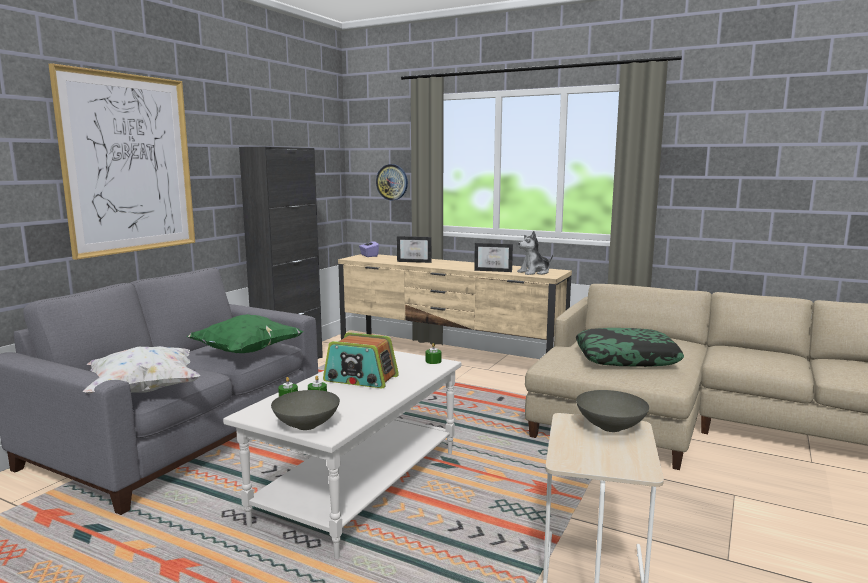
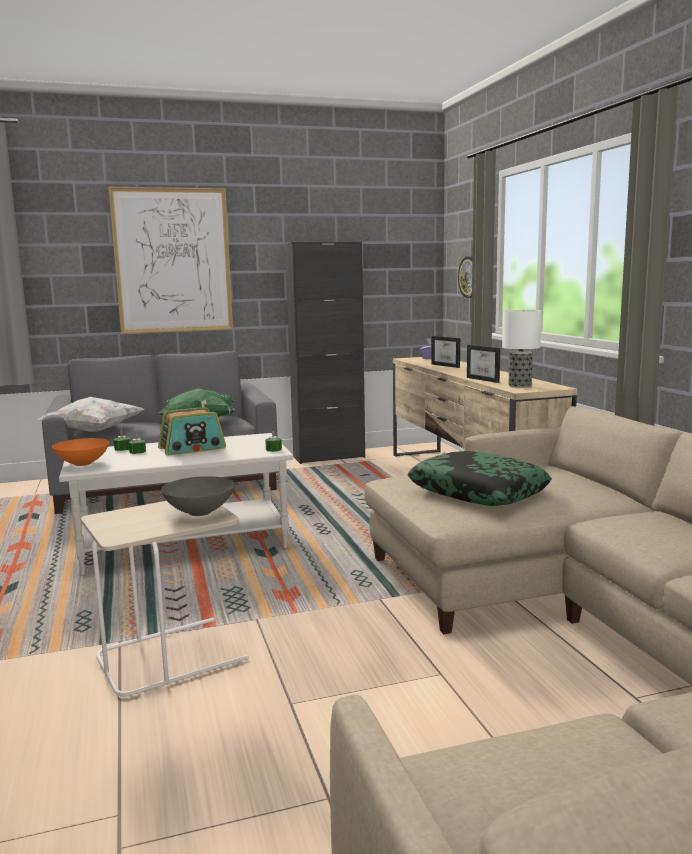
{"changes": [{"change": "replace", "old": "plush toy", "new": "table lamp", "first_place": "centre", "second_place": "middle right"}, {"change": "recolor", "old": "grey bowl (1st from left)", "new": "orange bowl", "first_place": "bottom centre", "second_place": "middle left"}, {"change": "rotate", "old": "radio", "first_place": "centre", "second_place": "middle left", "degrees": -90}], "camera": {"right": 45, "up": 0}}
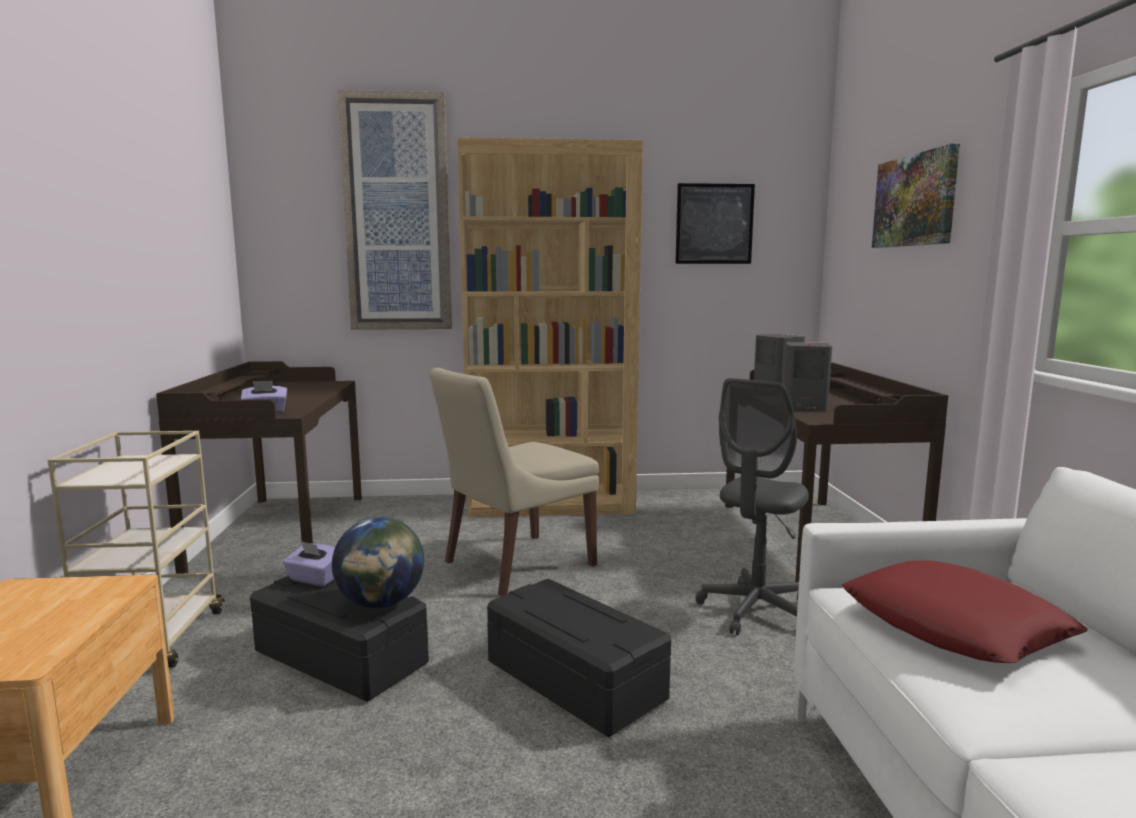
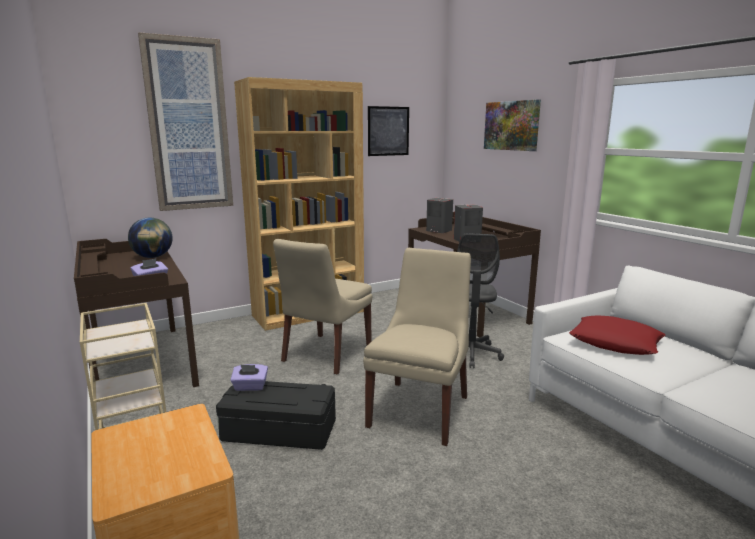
{"changes": [{"change": "move", "old": "globe", "first_place": "bottom left", "second_place": "middle left"}, {"change": "replace", "old": "black storage box (2nd from left)", "new": "beige chair (2nd from left)", "first_place": "bottom centre", "second_place": "centre"}], "camera": {"right": -25, "up": 5}}
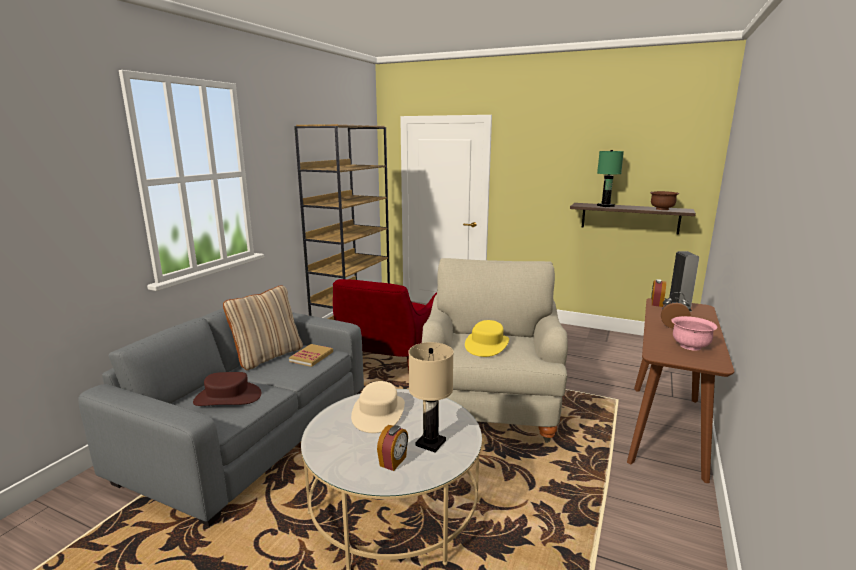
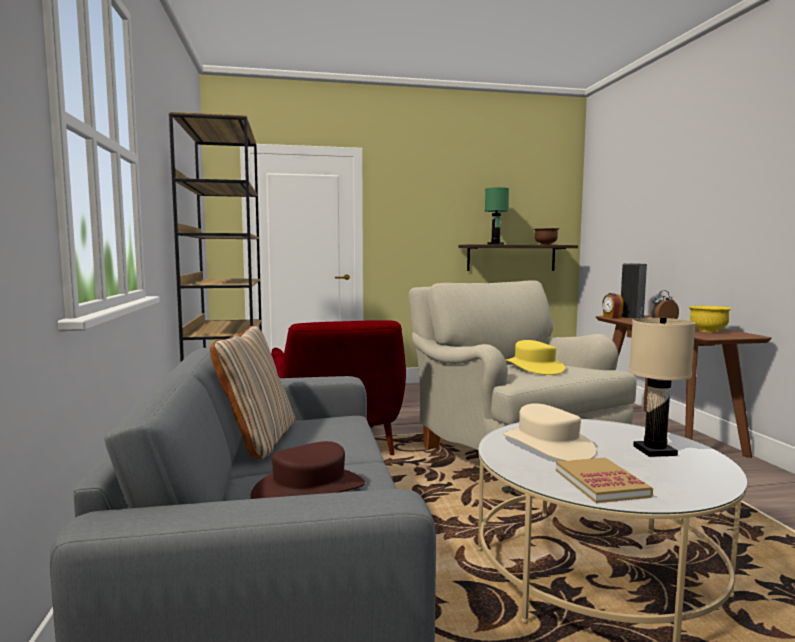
{"changes": [{"change": "delete", "old": "alarm clock (1st from left)", "first_place": "bottom centre"}, {"change": "move", "old": "book", "first_place": "centre", "second_place": "bottom right"}, {"change": "recolor", "old": "pink bowl", "new": "yellow bowl", "first_place": "middle right", "second_place": "middle right"}], "camera": {"right": -35, "up": -10}}
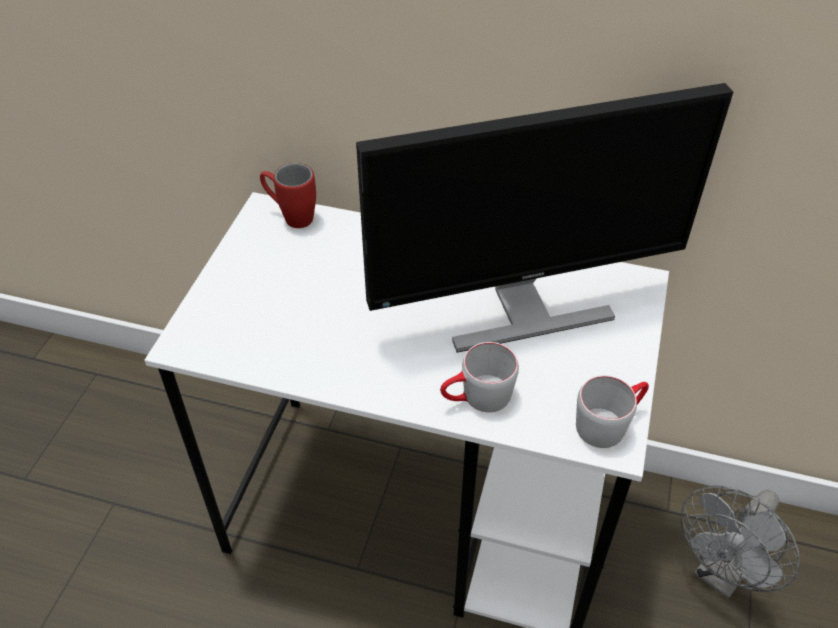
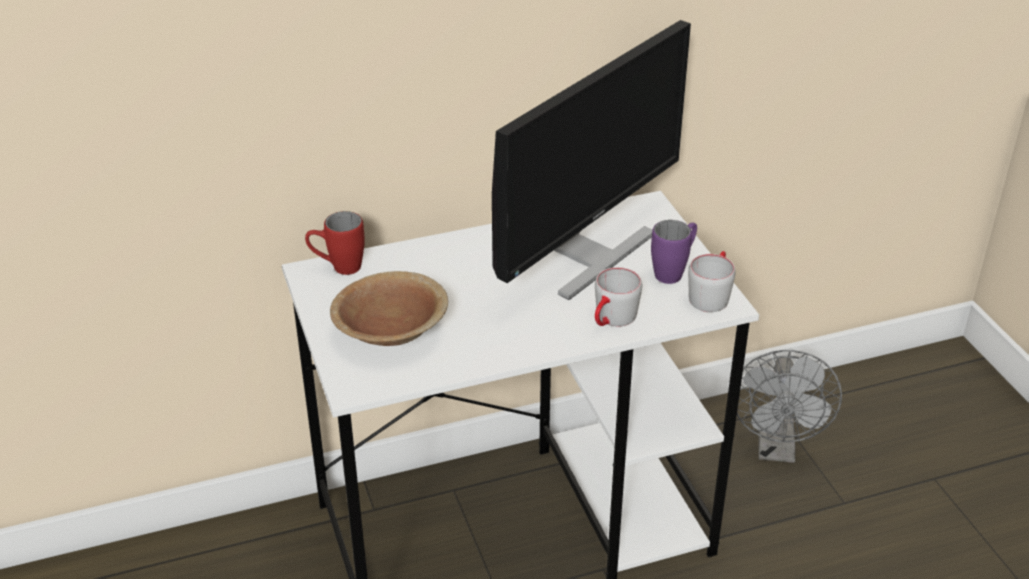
{"changes": [{"change": "insert", "new": "brown bowl", "second_place": "centre"}, {"change": "insert", "new": "purple mug", "second_place": "centre"}], "camera": {"right": -35, "up": -10}}
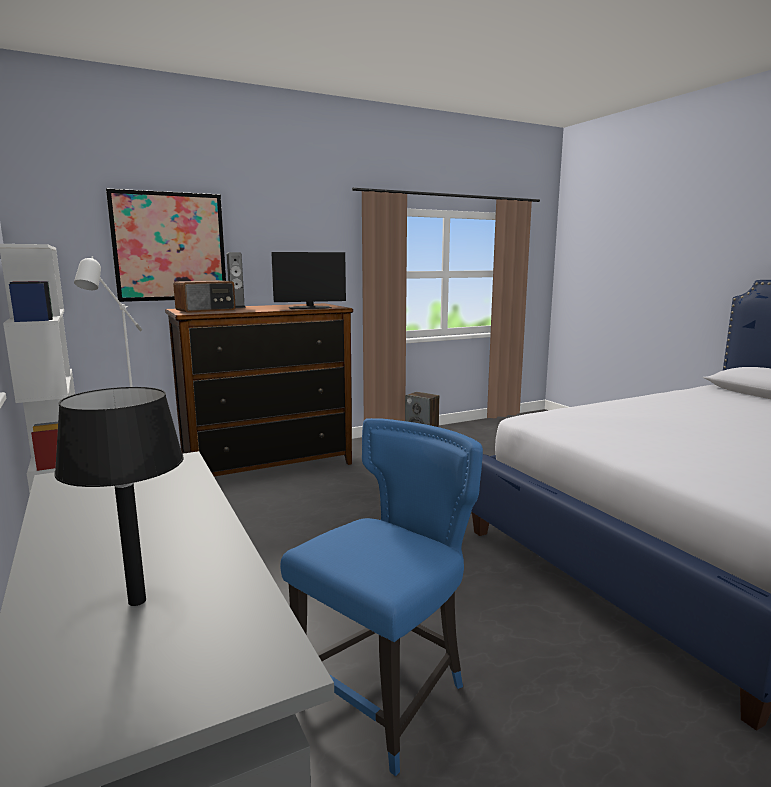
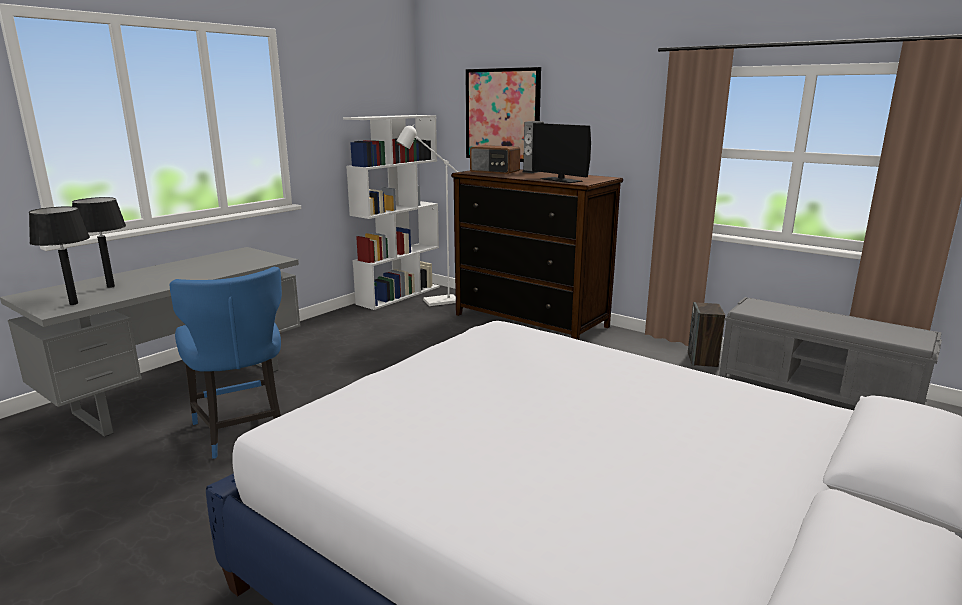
{"changes": [{"change": "insert", "new": "black table lamp (1st from left)", "second_place": "middle left"}, {"change": "insert", "new": "grey bench", "second_place": "middle right"}, {"change": "rotate", "old": "blue chair", "first_place": "bottom centre", "second_place": "middle left", "degrees": 45}], "camera": {"right": 65, "up": 5}}
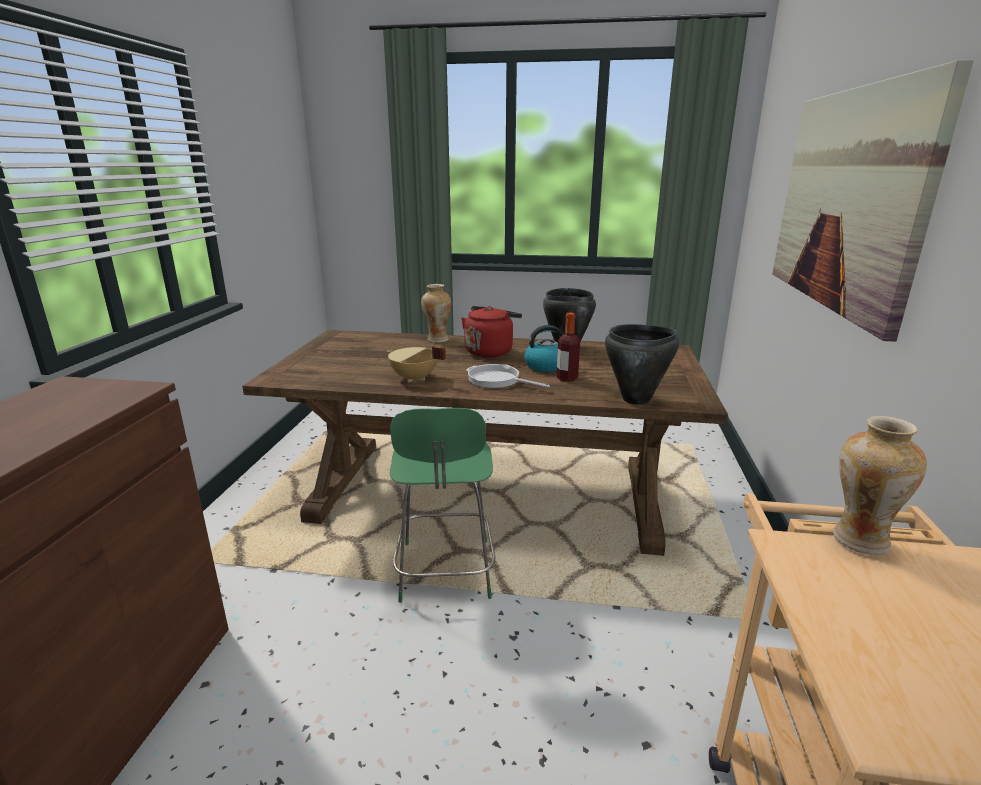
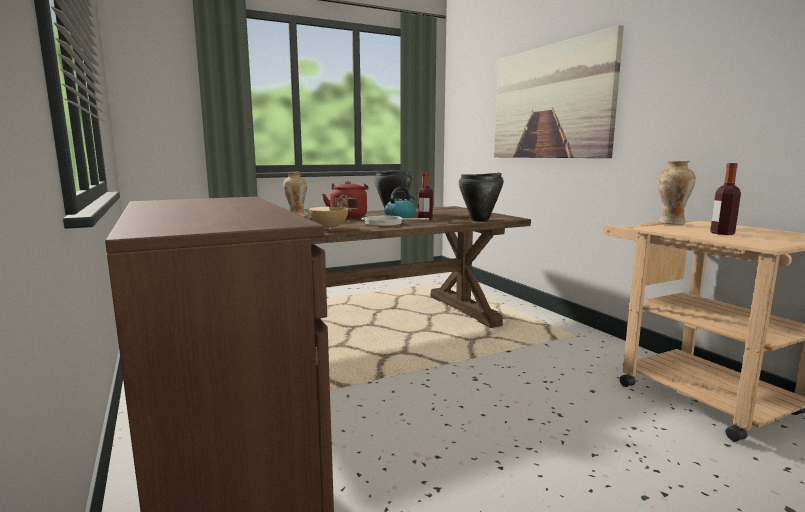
{"changes": [{"change": "delete", "old": "green chair", "first_place": "centre"}, {"change": "insert", "new": "bottle (2nd from left)", "second_place": "middle right"}], "camera": {"right": -35, "up": -10}}
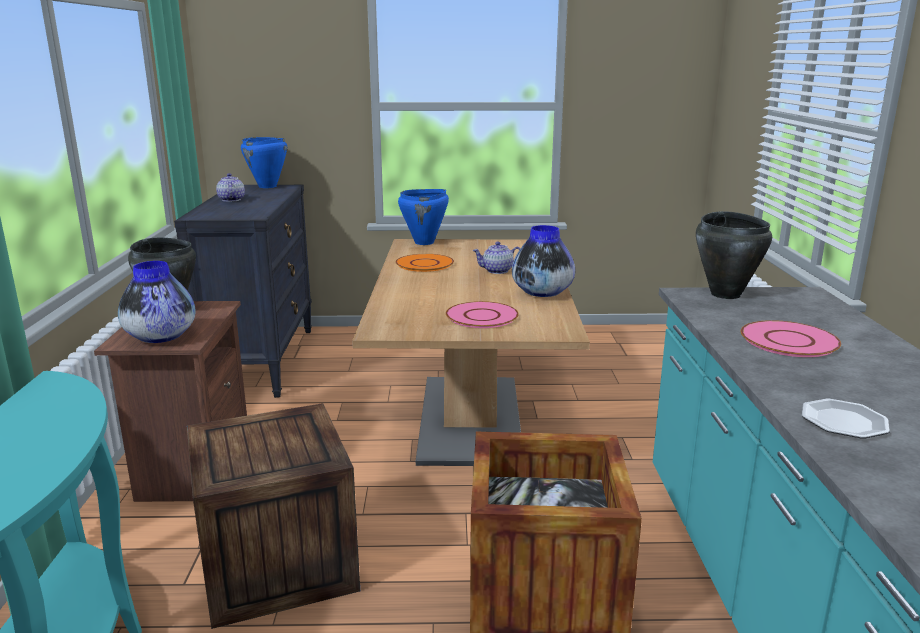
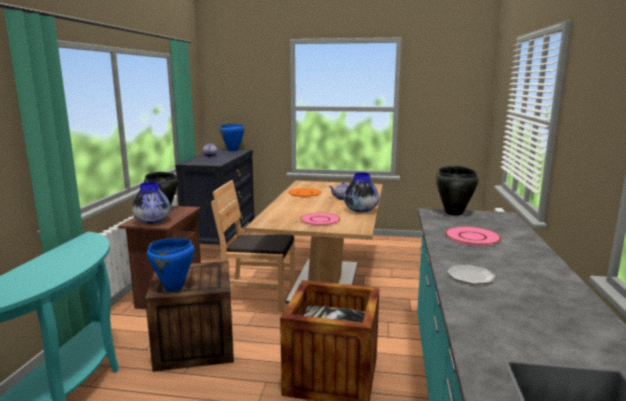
{"changes": [{"change": "insert", "new": "brown chair", "second_place": "centre"}, {"change": "move", "old": "blue cooking pot (2nd from left in the first image)", "new": "blue cooking pot (1st from left)", "first_place": "centre", "second_place": "middle left"}], "camera": {"right": 10, "up": -5}}
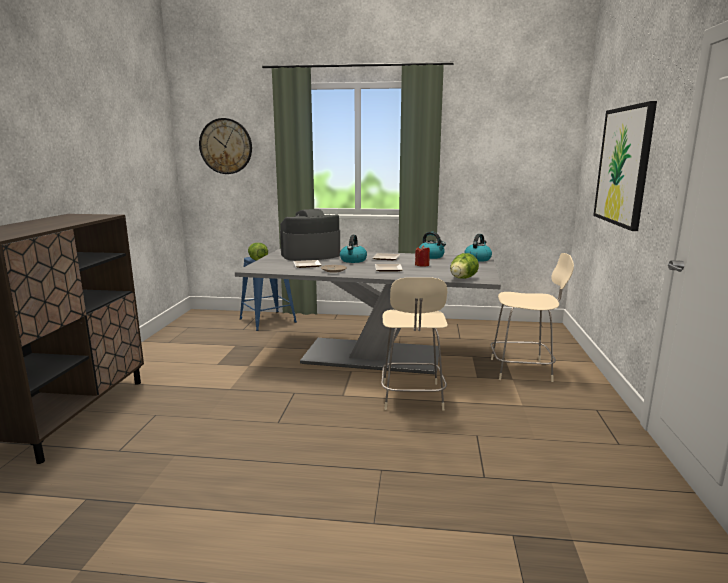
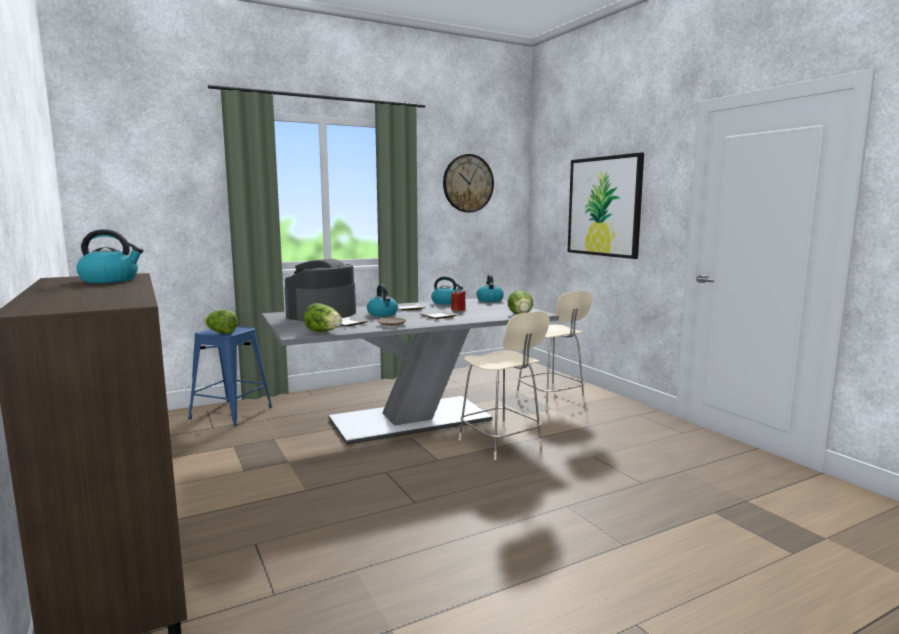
{"changes": [{"change": "insert", "new": "kettle (1st from left)", "second_place": "middle left"}, {"change": "insert", "new": "lettuce (2nd from left)", "second_place": "centre"}, {"change": "move", "old": "wall clock", "first_place": "top left", "second_place": "top centre"}, {"change": "rotate", "old": "beige chair (2nd from left)", "first_place": "middle right", "second_place": "centre", "degrees": 90}], "camera": {"right": -35, "up": -5}}
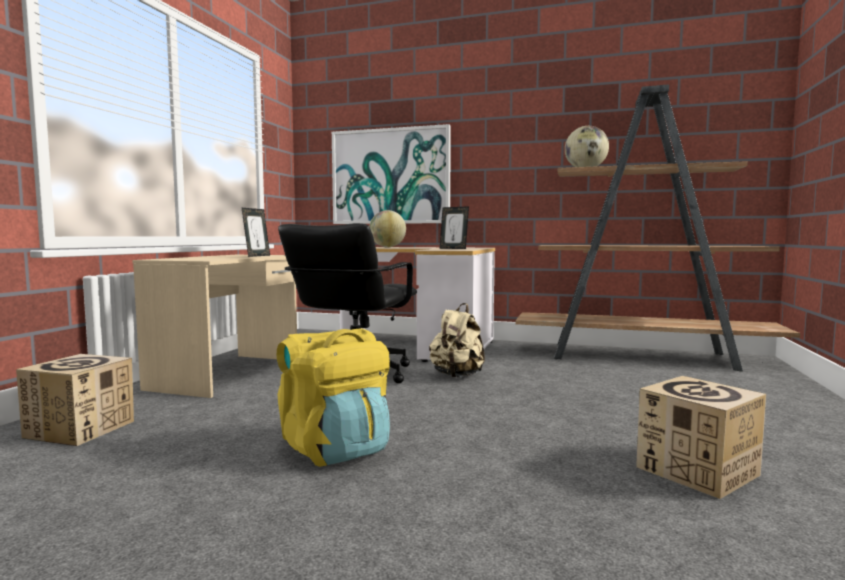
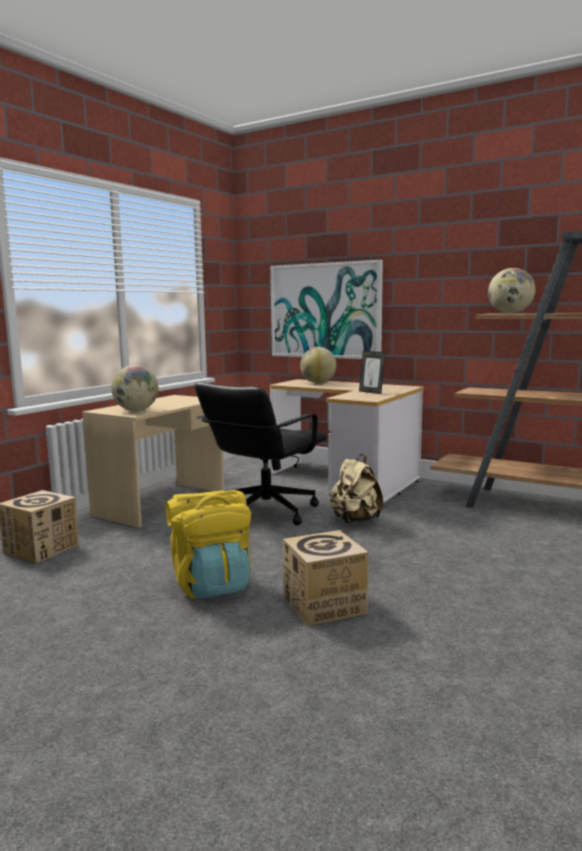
{"changes": [{"change": "delete", "old": "picture frame (1st from left)", "first_place": "middle left"}, {"change": "insert", "new": "globe (1st from left)", "second_place": "middle left"}, {"change": "move", "old": "cardboard box (2nd from left)", "first_place": "bottom right", "second_place": "bottom centre"}], "camera": {"right": 15, "up": 5}}
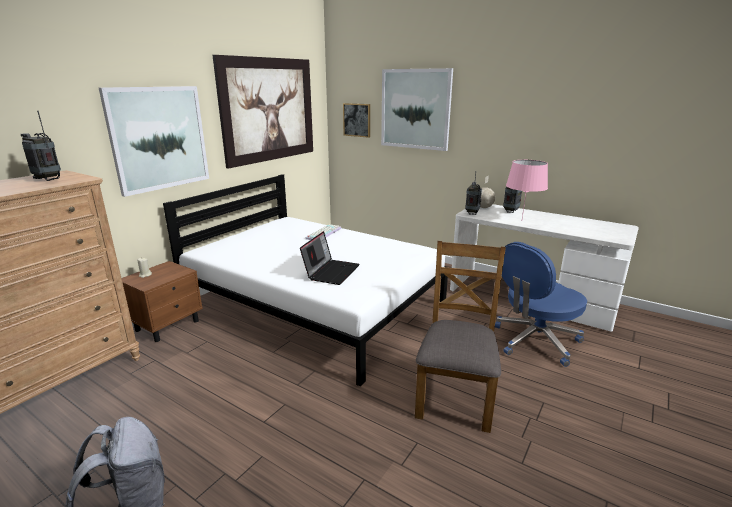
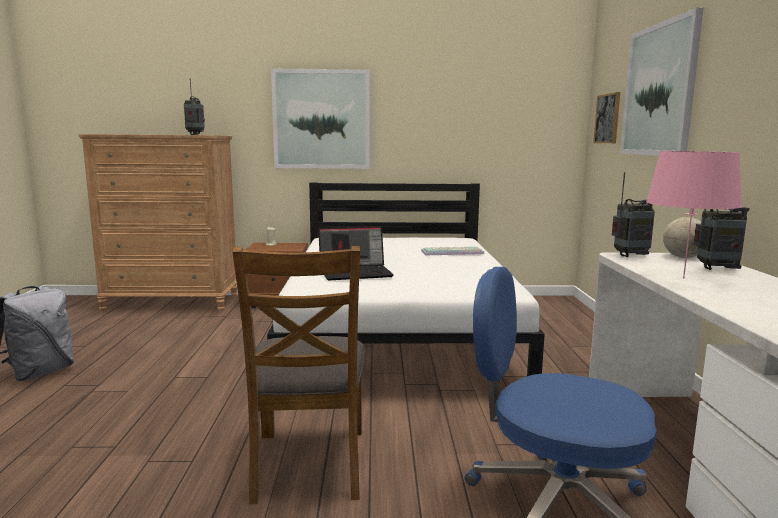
{"changes": [{"change": "delete", "old": "picture (2nd from left)", "first_place": "top centre"}, {"change": "rotate", "old": "brown chair", "first_place": "centre", "second_place": "bottom centre", "degrees": 105}], "camera": {"right": 55, "up": -10}}
